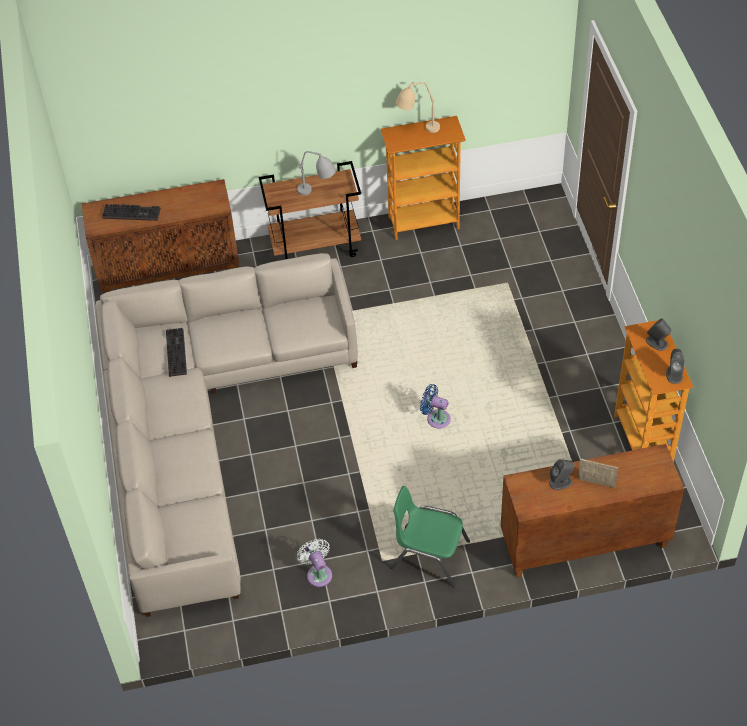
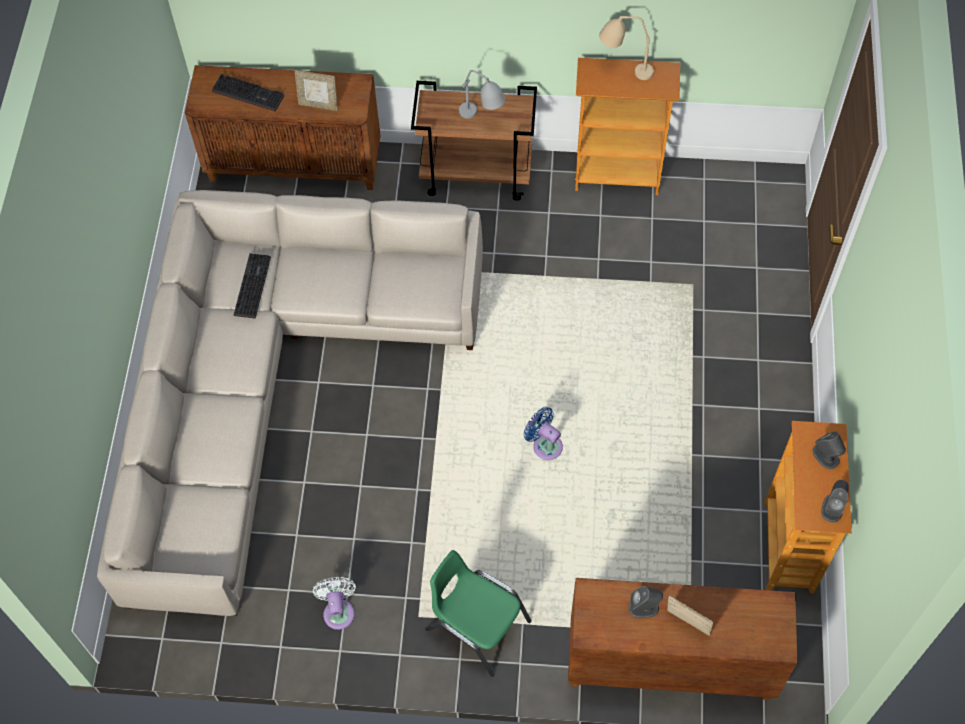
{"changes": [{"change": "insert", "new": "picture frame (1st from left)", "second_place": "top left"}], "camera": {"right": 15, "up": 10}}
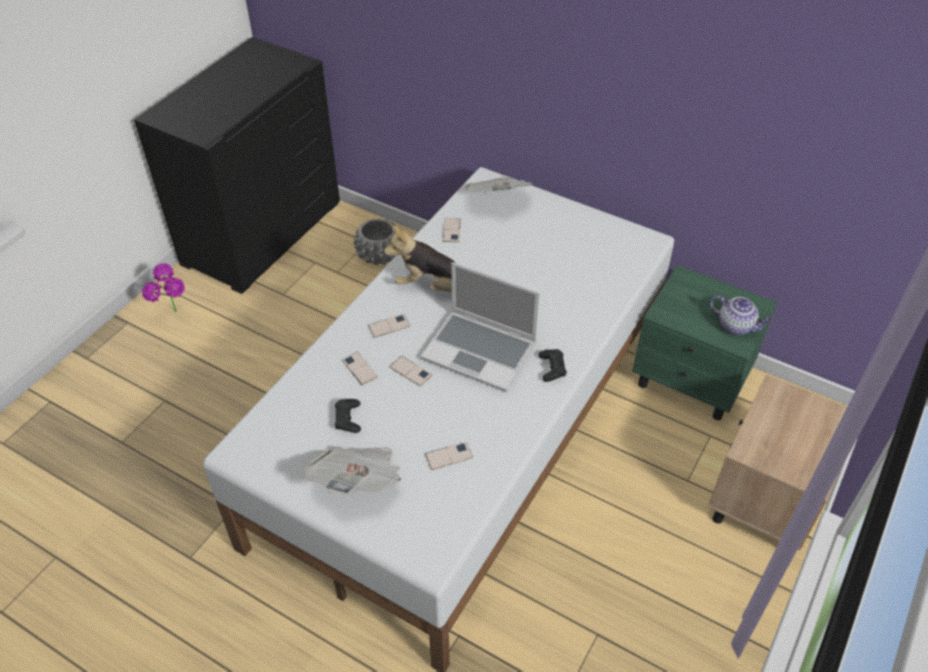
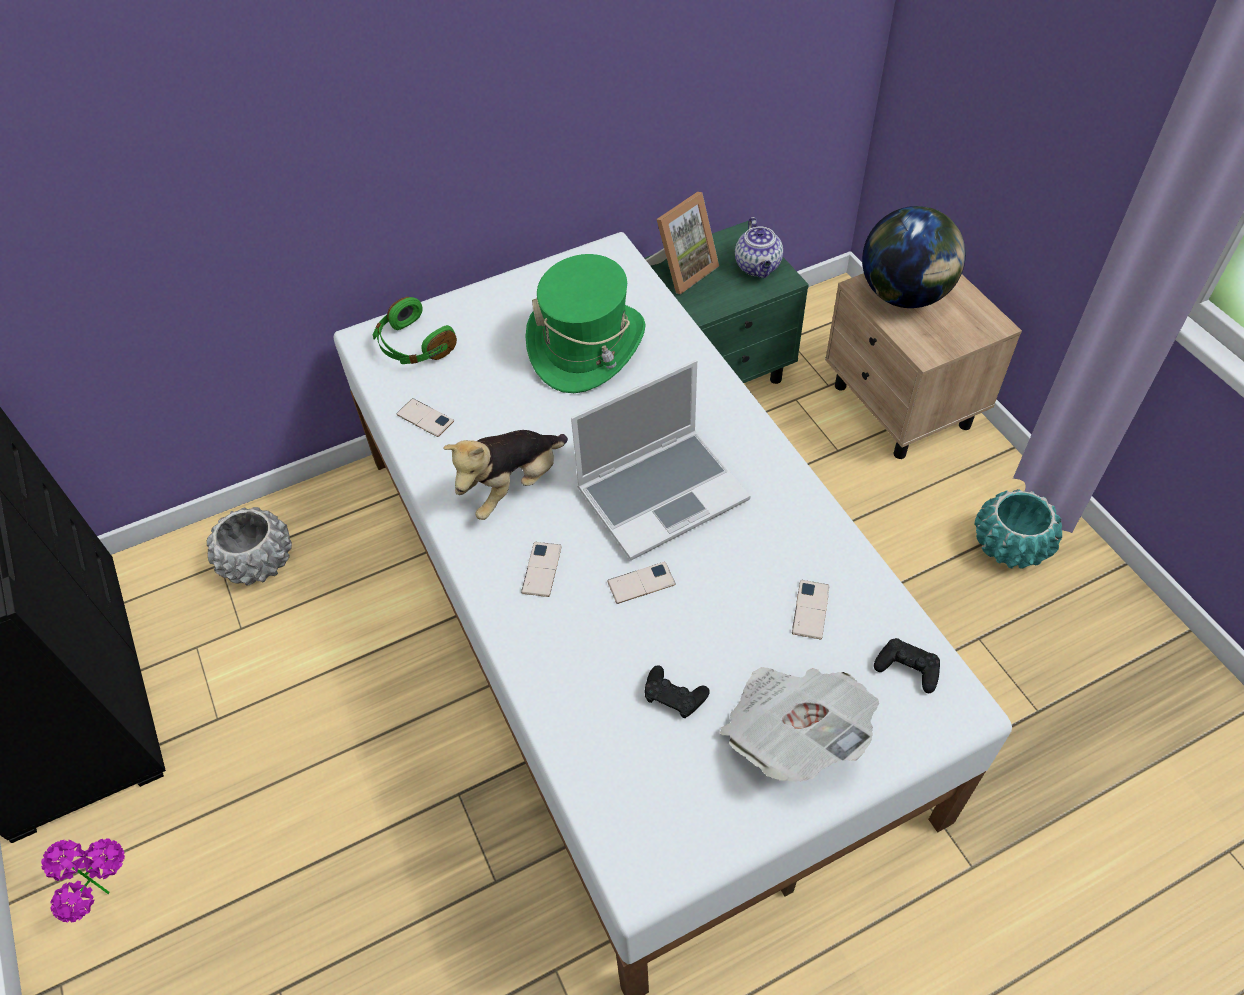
{"changes": [{"change": "delete", "old": "phone (1st from left)", "first_place": "centre"}, {"change": "insert", "new": "green hat", "second_place": "top centre"}, {"change": "insert", "new": "picture frame", "second_place": "top centre"}, {"change": "insert", "new": "globe", "second_place": "top right"}, {"change": "insert", "new": "turquoise planter", "second_place": "middle right"}, {"change": "move", "old": "black game controller (2nd from left)", "first_place": "centre", "second_place": "bottom right"}, {"change": "replace", "old": "newspaper (2nd from left)", "new": "green headphones", "first_place": "top centre", "second_place": "top centre"}, {"change": "rotate", "old": "teapot", "first_place": "middle right", "second_place": "top centre", "degrees": 105}], "camera": {"right": -55, "up": 5}}
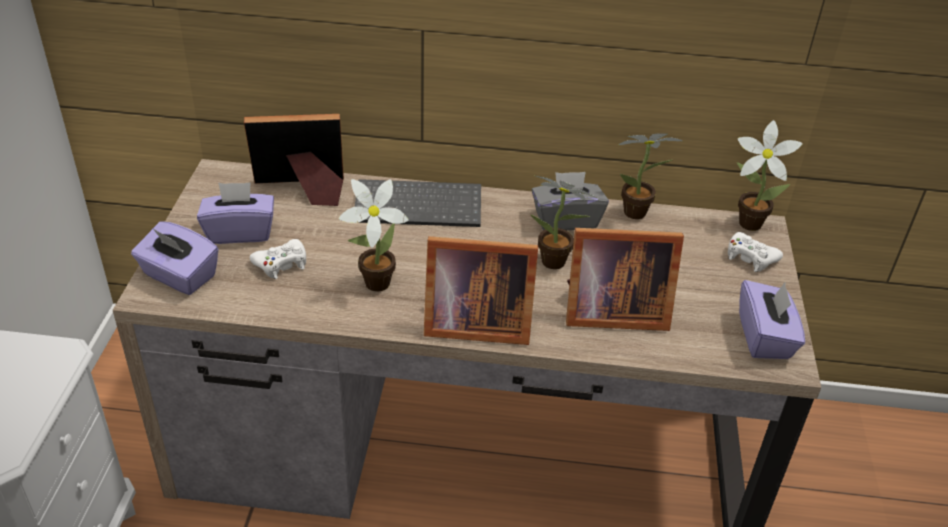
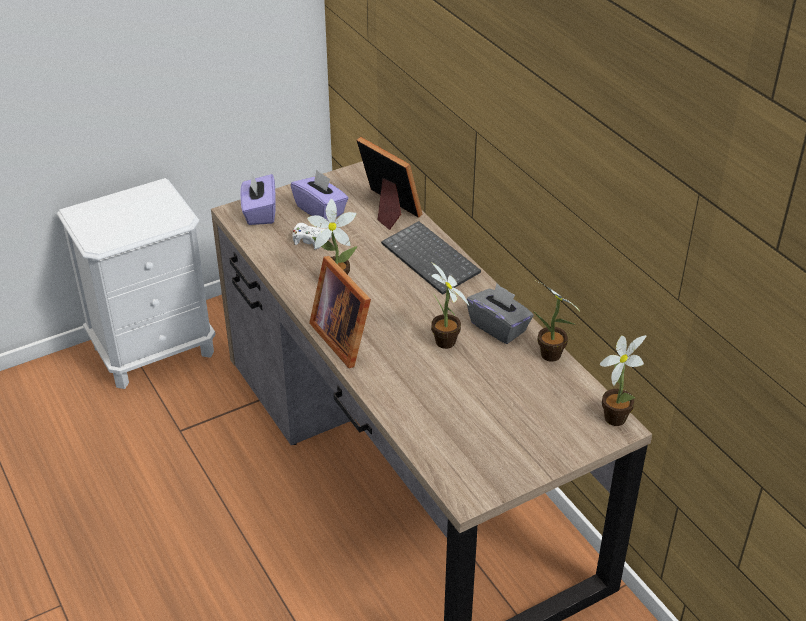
{"changes": [{"change": "delete", "old": "picture frame (3rd from left)", "first_place": "centre"}, {"change": "delete", "old": "white game controller (2nd from left)", "first_place": "middle right"}, {"change": "delete", "old": "purple tissue box (3rd from left)", "first_place": "middle right"}], "camera": {"right": 55, "up": 0}}
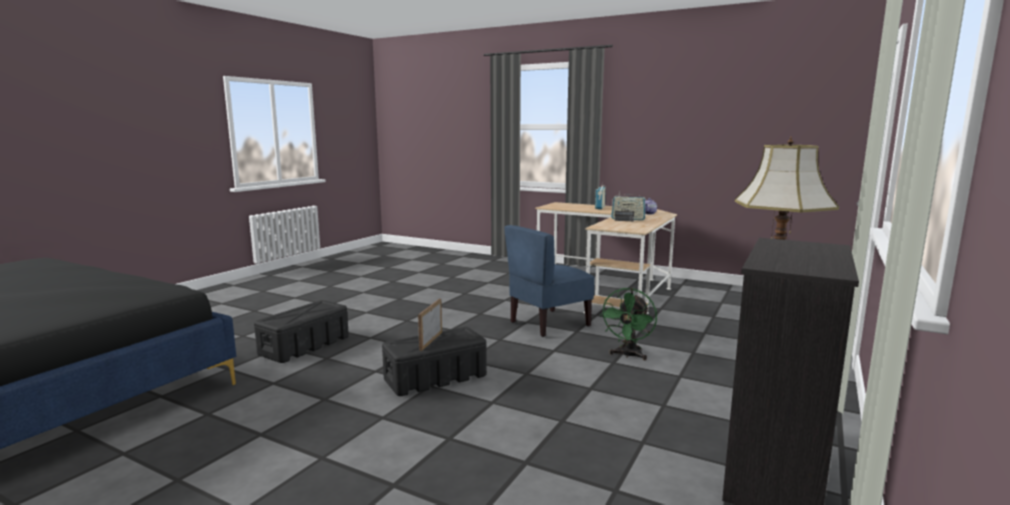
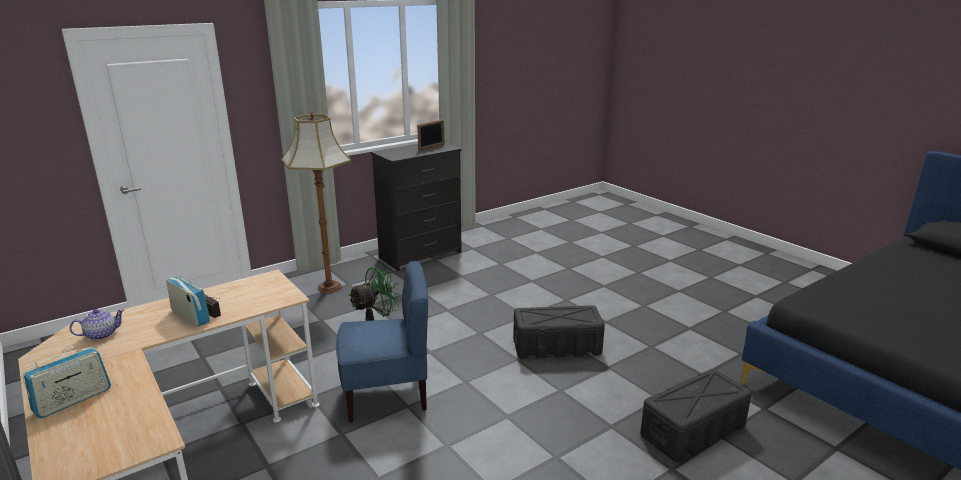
{"changes": [{"change": "move", "old": "picture frame", "first_place": "centre", "second_place": "top centre"}], "camera": {"right": -155, "up": 10}}
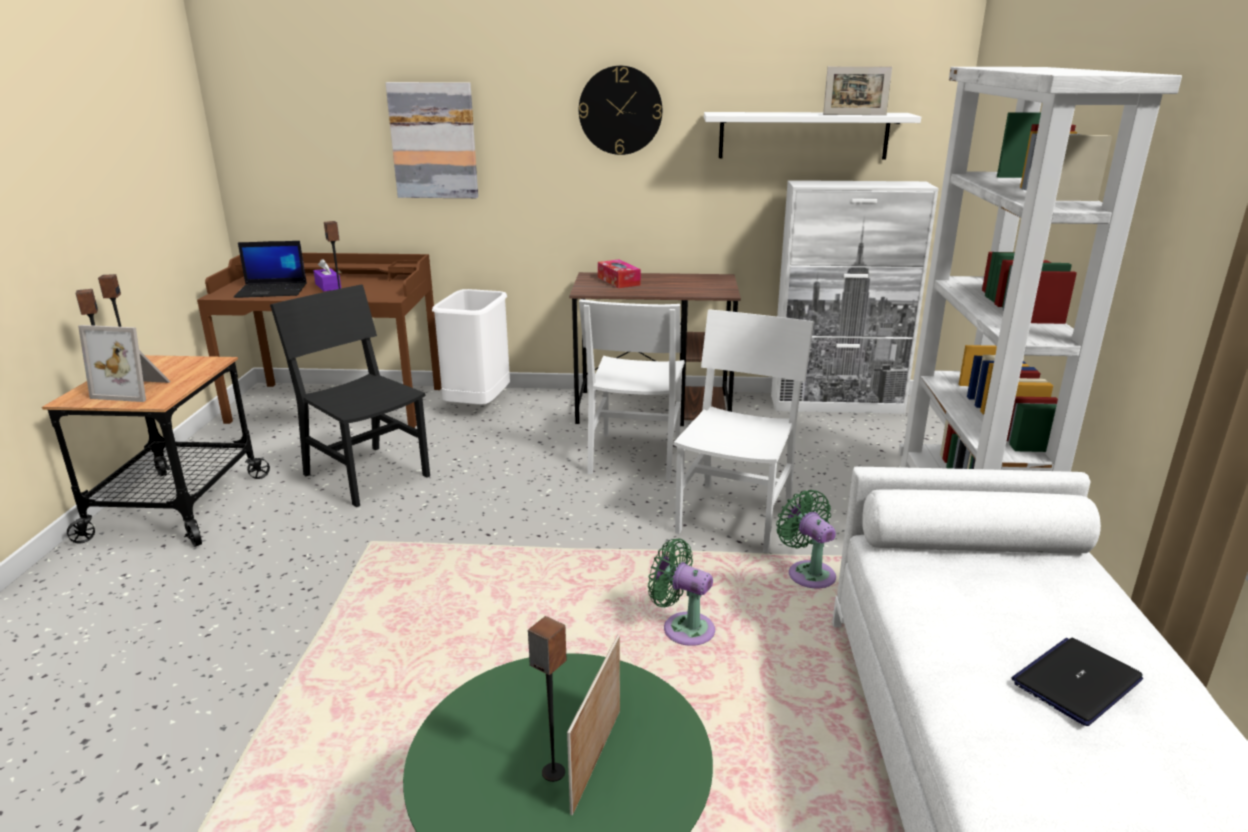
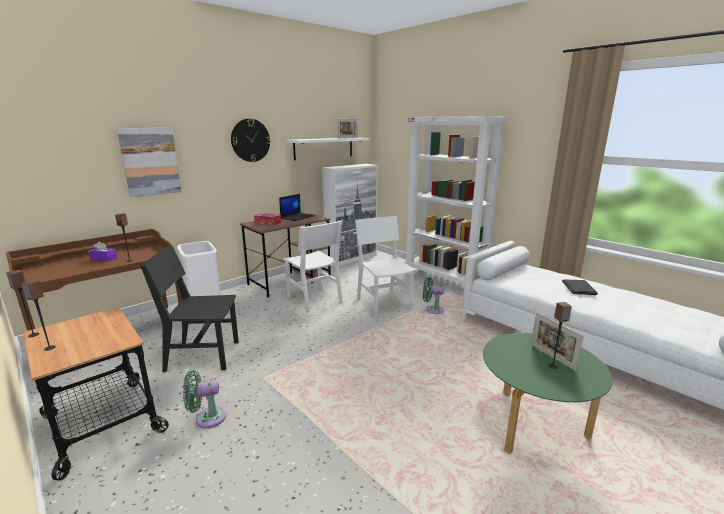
{"changes": [{"change": "delete", "old": "picture frame (1st from left)", "first_place": "middle left"}, {"change": "move", "old": "laptop (1st from left)", "first_place": "top left", "second_place": "centre"}, {"change": "move", "old": "green fan (1st from left)", "first_place": "bottom centre", "second_place": "bottom left"}], "camera": {"right": -45, "up": -5}}
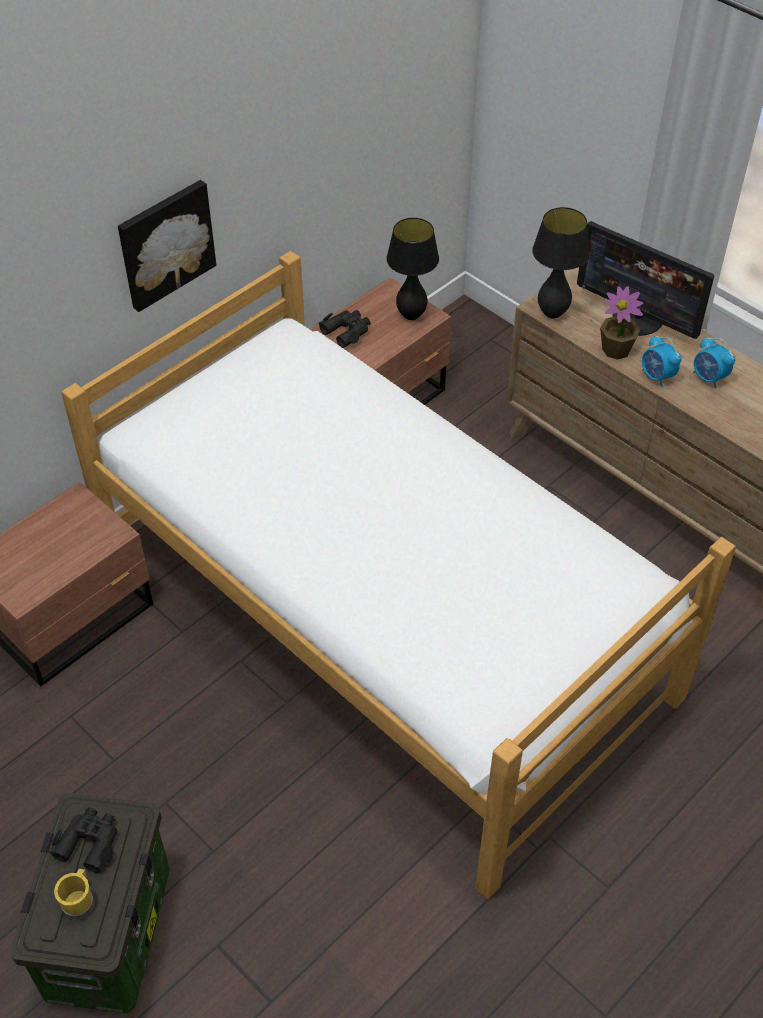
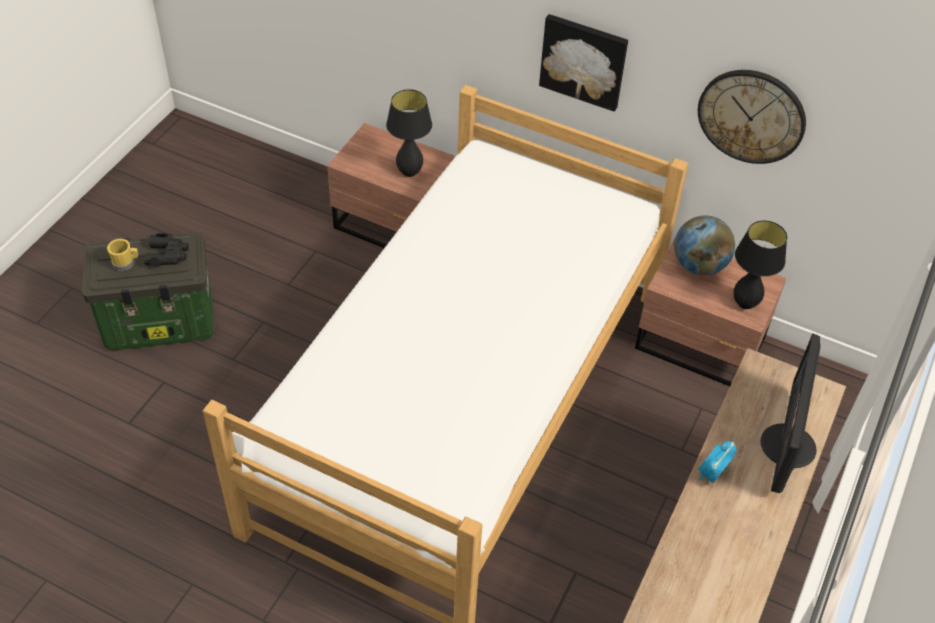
{"changes": [{"change": "delete", "old": "potted plant", "first_place": "top right"}, {"change": "delete", "old": "alarm clock (2nd from left)", "first_place": "middle right"}, {"change": "insert", "new": "wall clock", "second_place": "top right"}, {"change": "move", "old": "black table lamp (2nd from left in the first image)", "new": "black table lamp (1st from left)", "first_place": "top right", "second_place": "top centre"}, {"change": "replace", "old": "black binoculars (2nd from left)", "new": "globe", "first_place": "top centre", "second_place": "middle right"}], "camera": {"right": 70, "up": 0}}
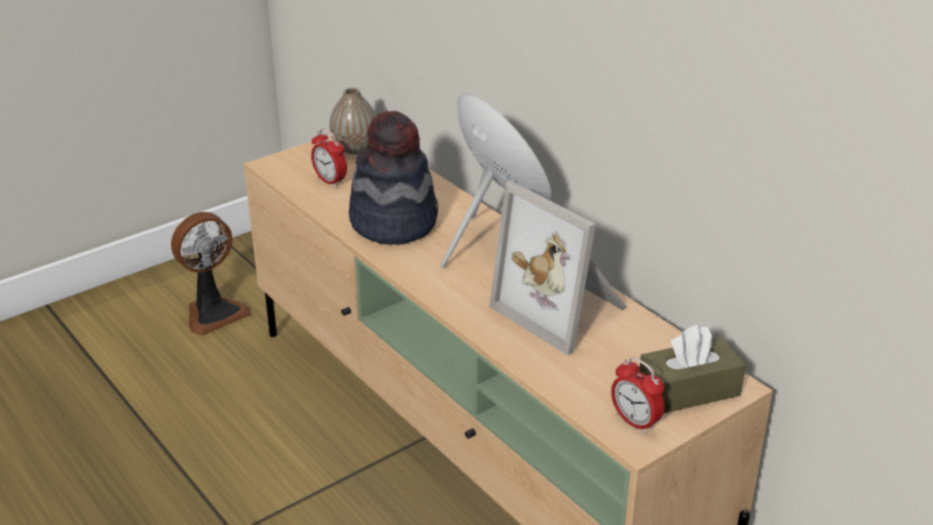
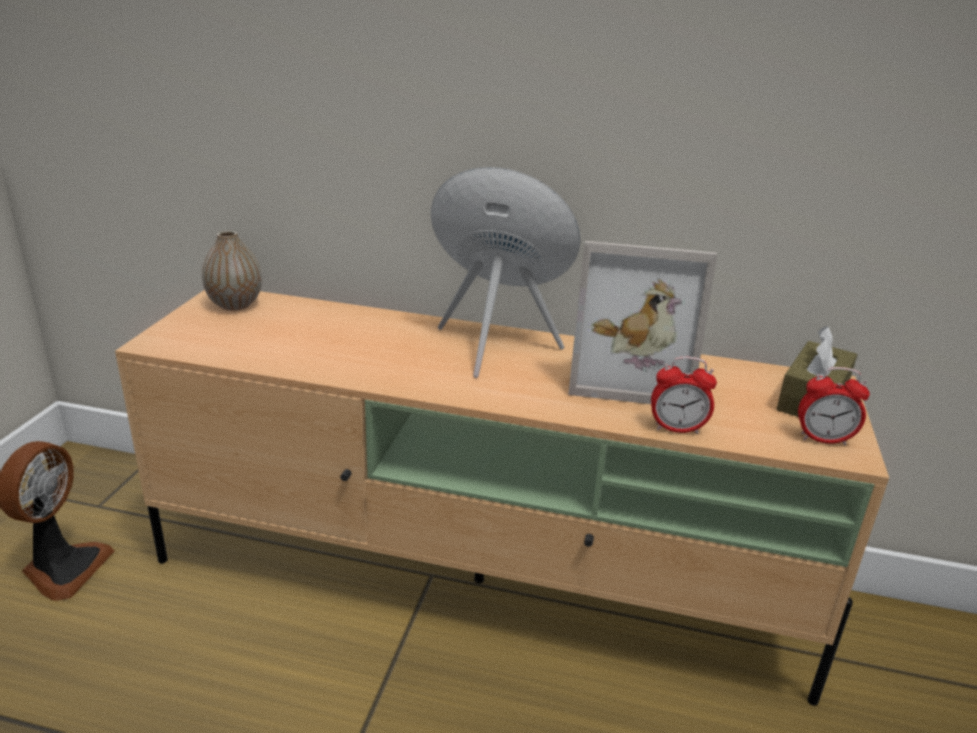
{"changes": [{"change": "delete", "old": "hat", "first_place": "centre"}, {"change": "move", "old": "alarm clock (1st from left)", "first_place": "top centre", "second_place": "middle right"}], "camera": {"right": -40, "up": -5}}
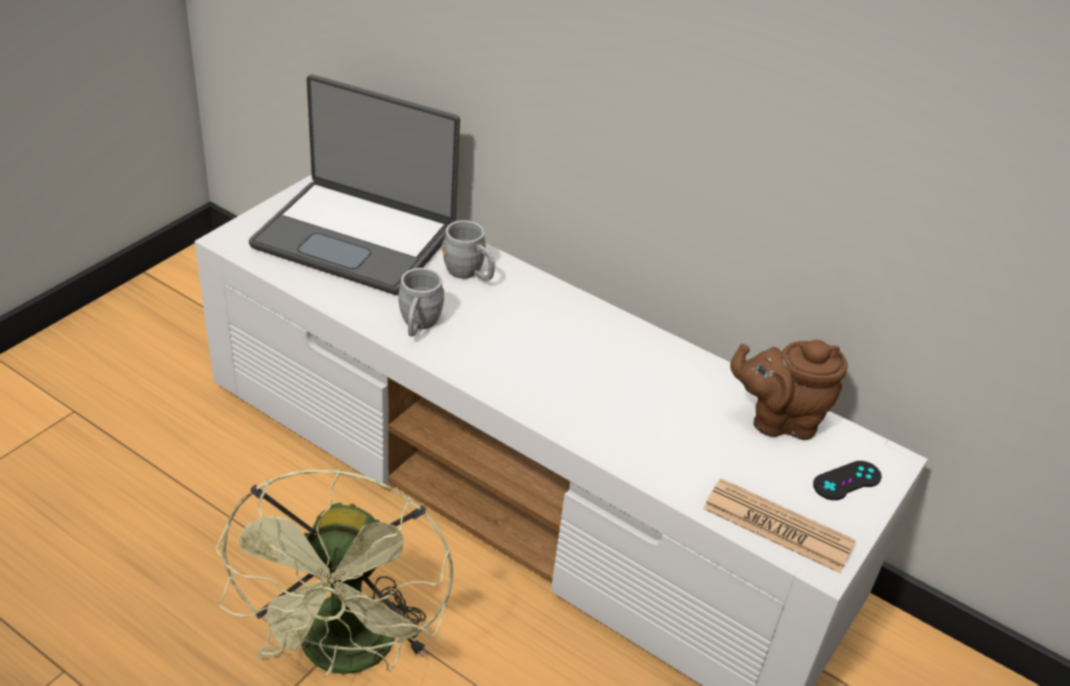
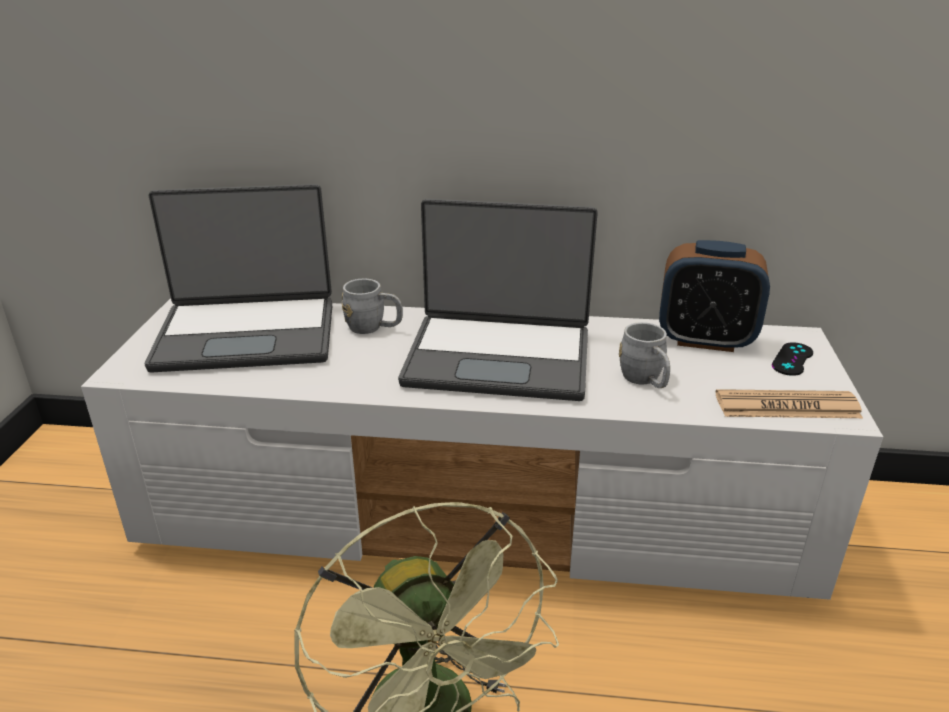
{"changes": [{"change": "insert", "new": "laptop (2nd from left)", "second_place": "centre"}, {"change": "move", "old": "grey mug (1st from left in the first image)", "new": "grey mug (2nd from left)", "first_place": "centre", "second_place": "middle right"}, {"change": "replace", "old": "brown teapot", "new": "alarm clock", "first_place": "middle right", "second_place": "middle right"}], "camera": {"right": -25, "up": -10}}
